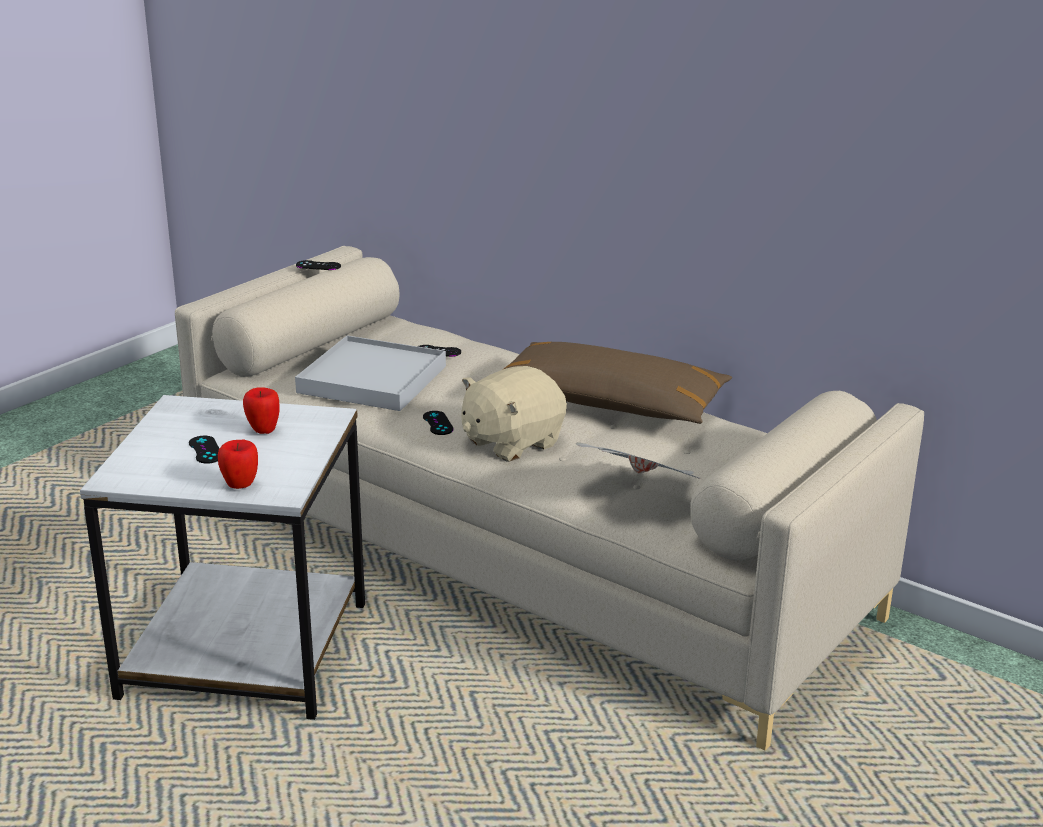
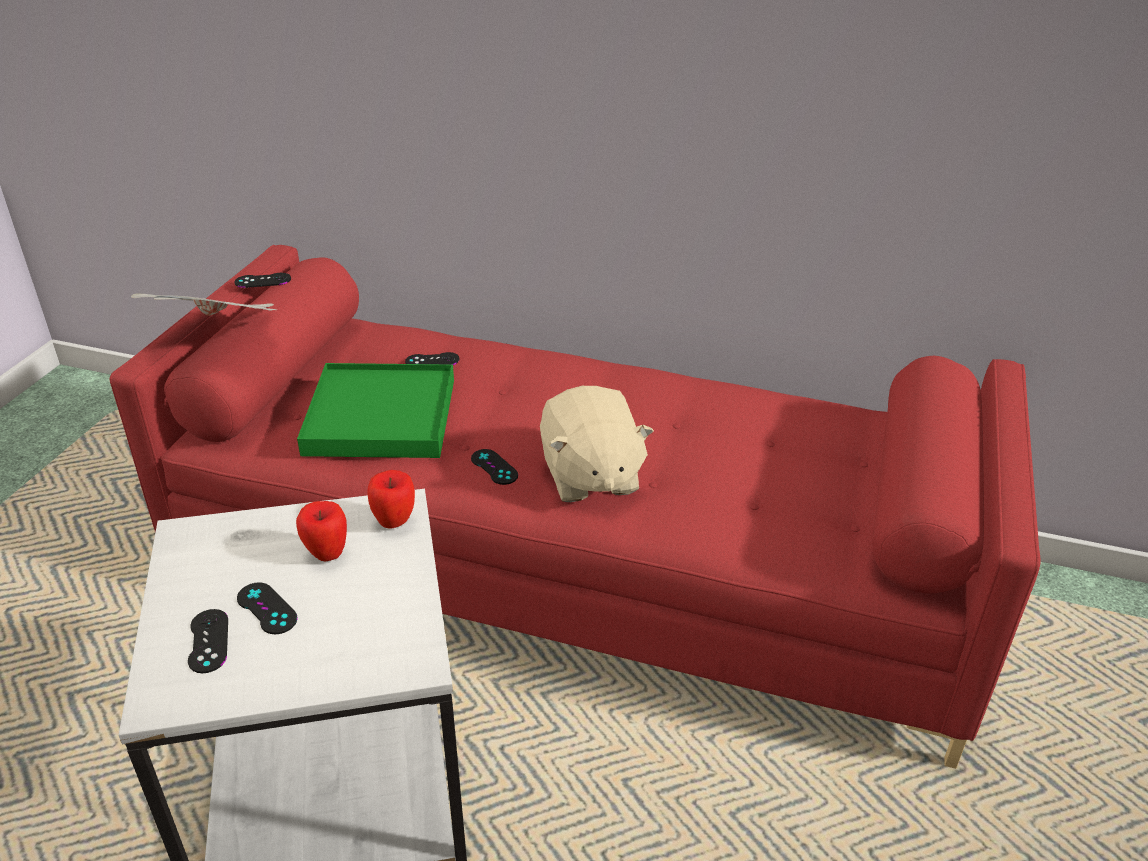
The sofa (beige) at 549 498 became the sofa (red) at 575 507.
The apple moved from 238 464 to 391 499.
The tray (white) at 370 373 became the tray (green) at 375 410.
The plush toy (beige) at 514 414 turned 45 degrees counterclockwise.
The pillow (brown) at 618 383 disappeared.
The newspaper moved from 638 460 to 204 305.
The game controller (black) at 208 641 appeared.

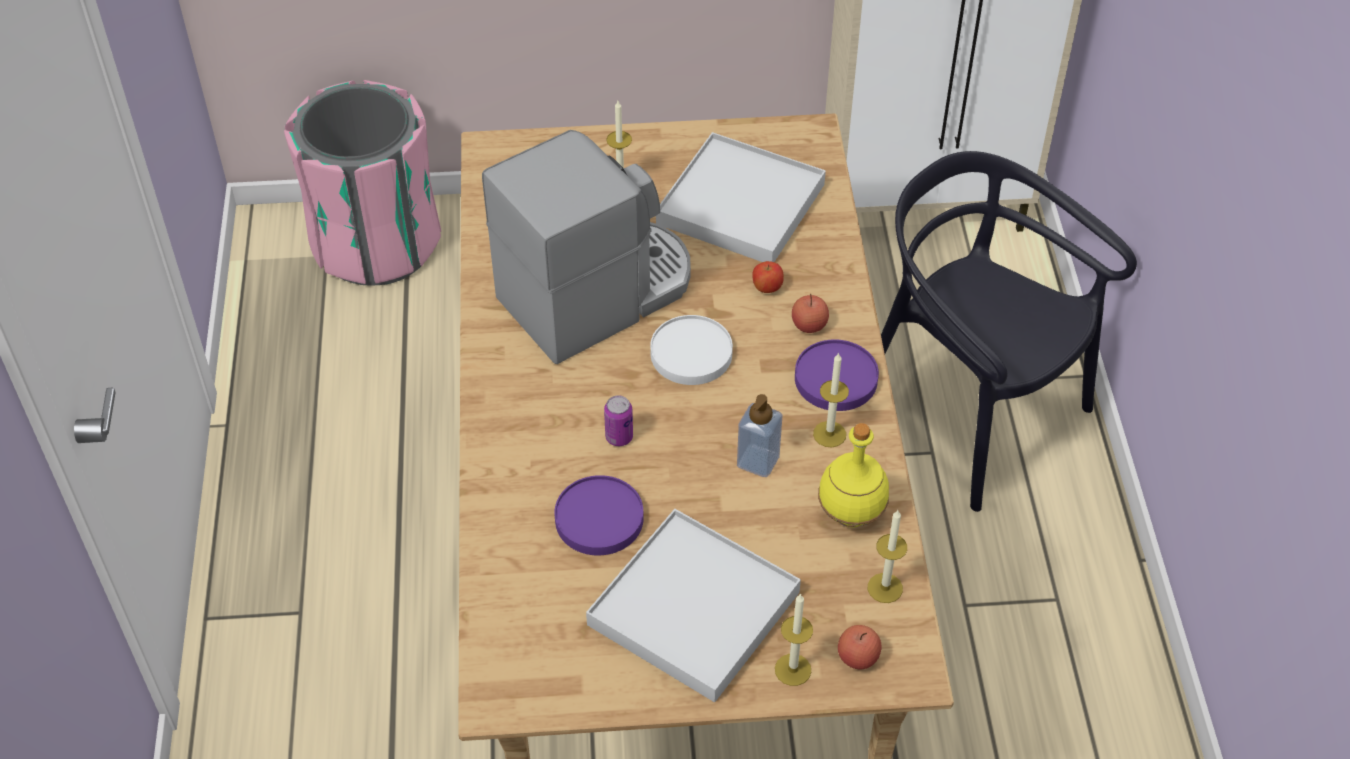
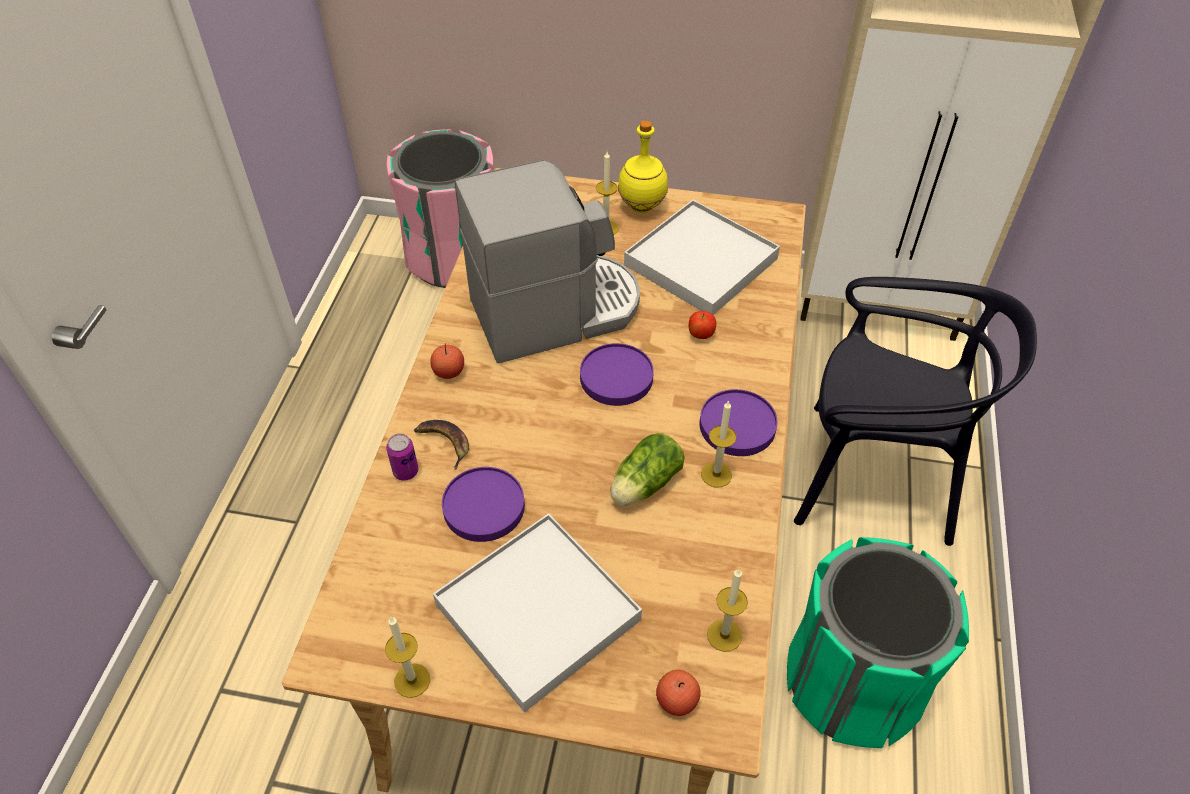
The can moved from 618 420 to 402 457.
The plate (white) at 691 350 became the plate (purple) at 617 374.
The soap dispenser at 759 435 was replaced by the lettuce at 647 469.
The candle moved from 794 639 to 407 657.
The apple moved from 810 313 to 447 361.
The bottle (yellow) moved from 853 475 to 643 166.
The chair (black) at 1009 331 turned 135 degrees clockwise.
The banana at 441 445 appeared.
The trash can (green) at 878 642 appeared.

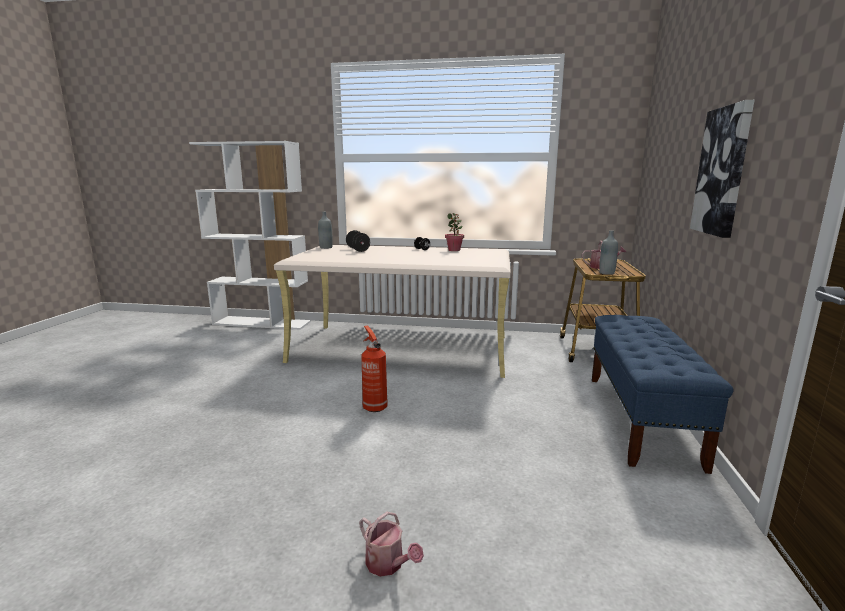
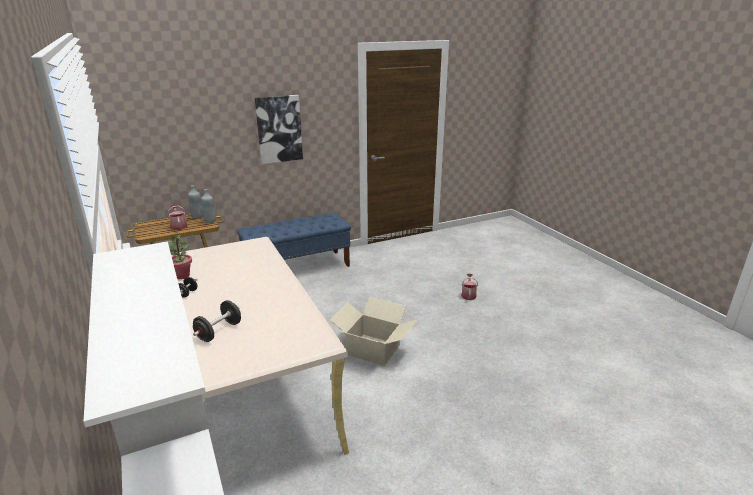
The bottle (grey) moved from 325 230 to 195 202.
The fire extinguisher at 374 368 was replaced by the cardboard box at 373 331.

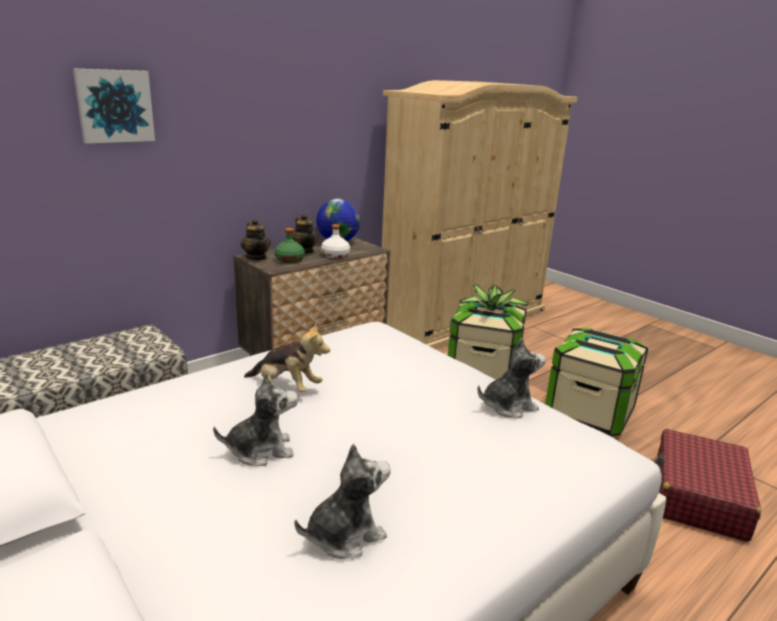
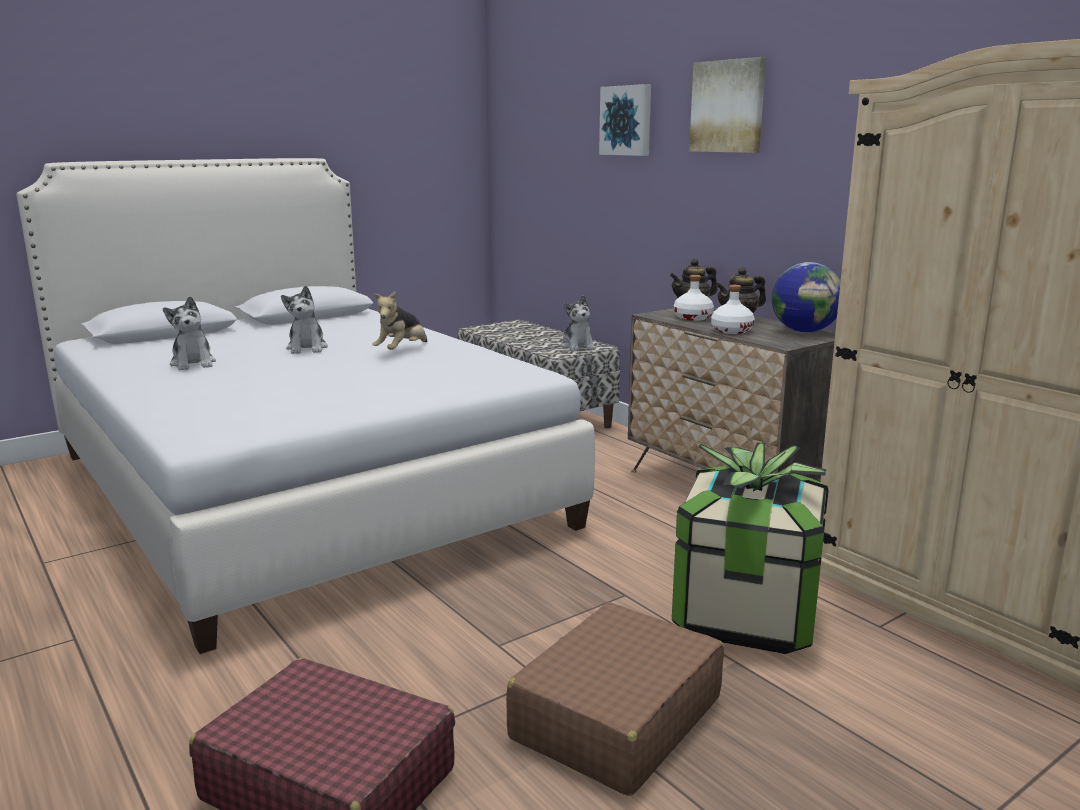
The bottle (green) at 290 245 became the bottle (white) at 694 298.
The plush toy moved from 512 378 to 578 323.
The storage box at 596 382 was replaced by the suitcase (brown) at 615 699.
The picture at 727 105 appeared.

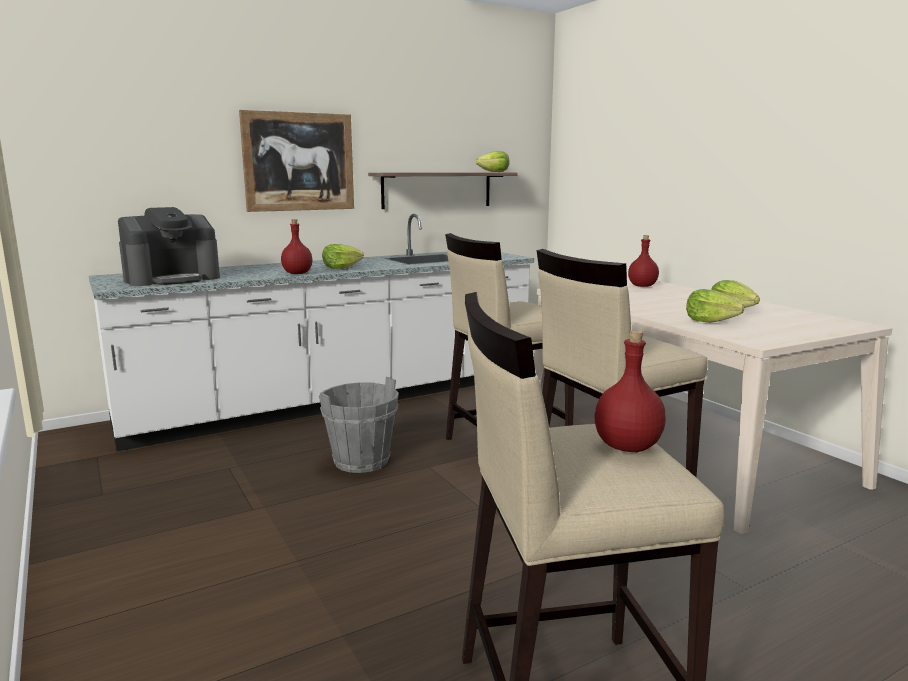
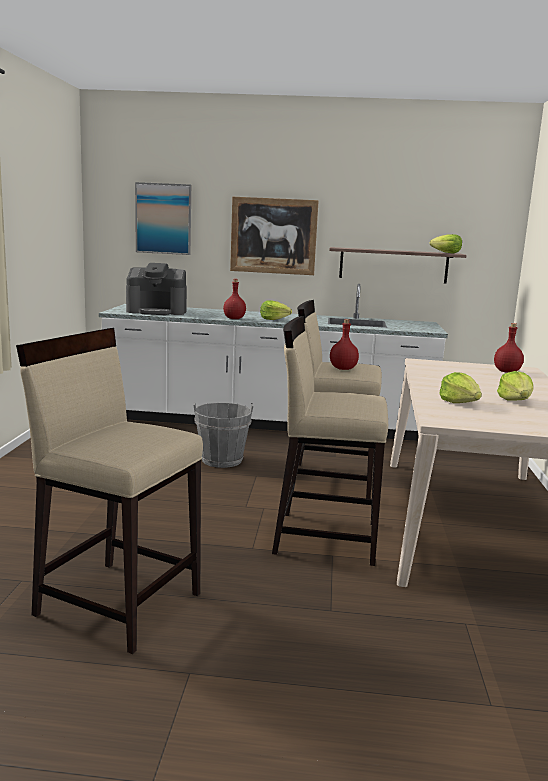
The bottle (red) moved from 630 391 to 344 344.
The picture at 163 218 appeared.

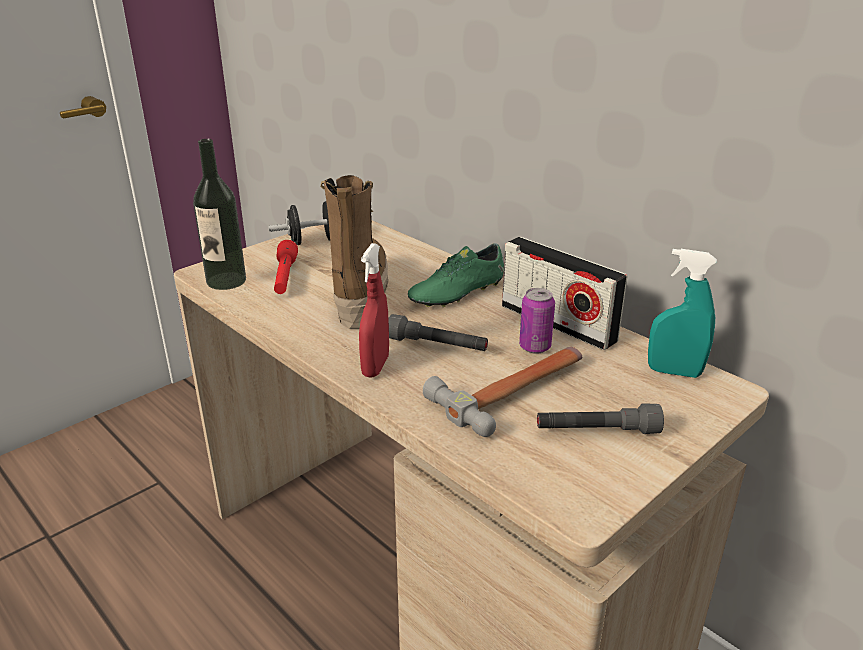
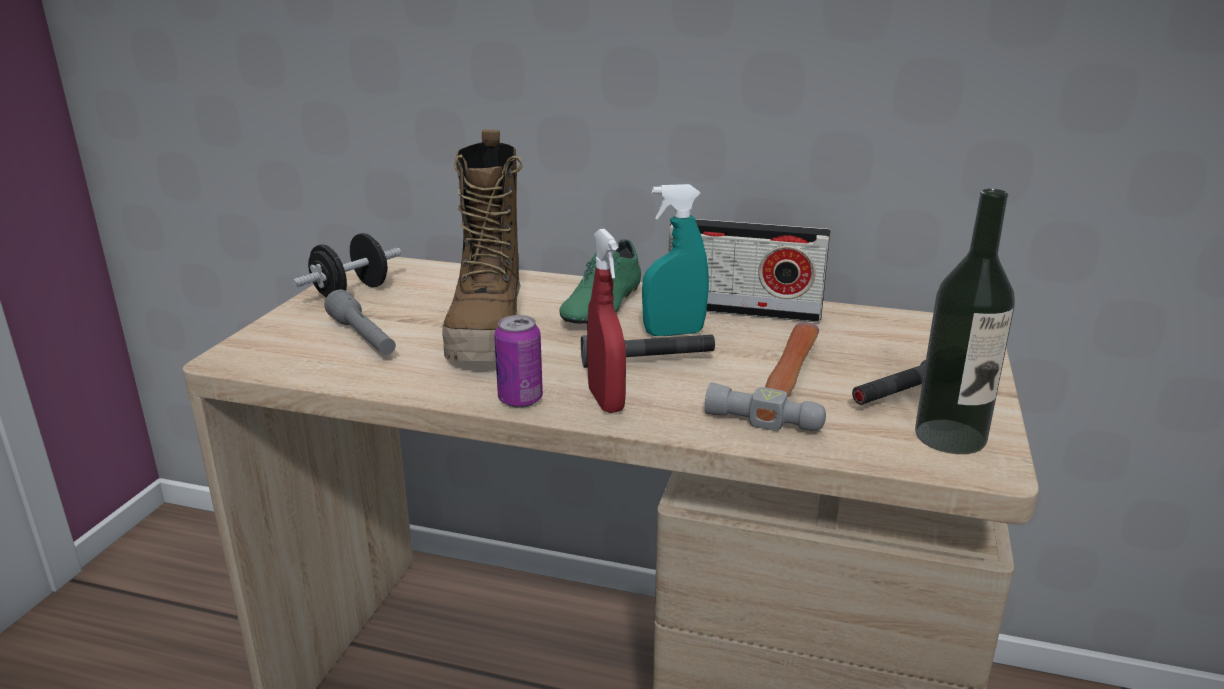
The bottle moved from 219 214 to 965 321.
The flashlight (red) at 286 267 became the flashlight (grey) at 360 322.
The boot at 354 252 turned 150 degrees counterclockwise.
The can moved from 537 321 to 518 361.
The spray bottle (turquoise) moved from 682 313 to 675 260.

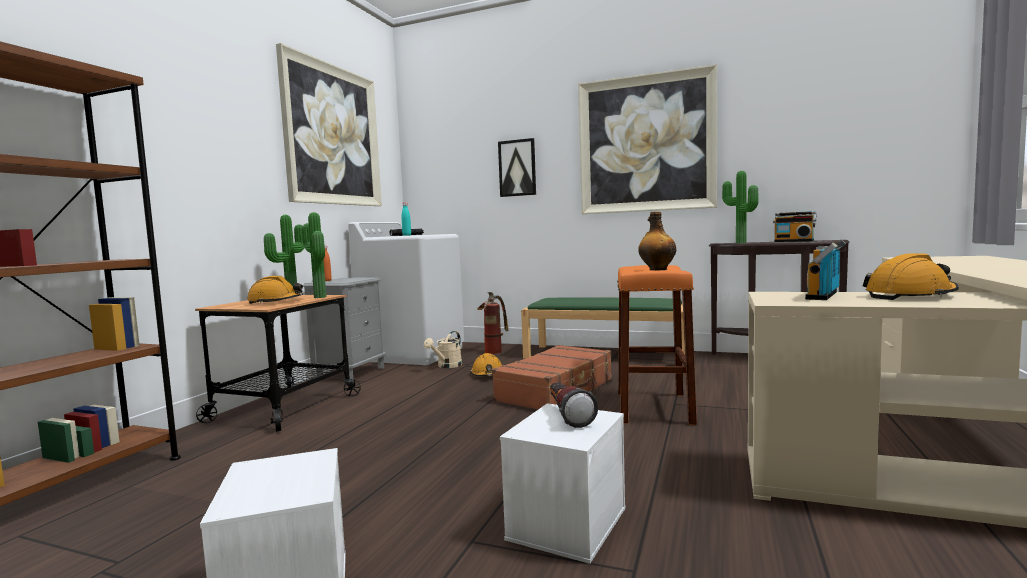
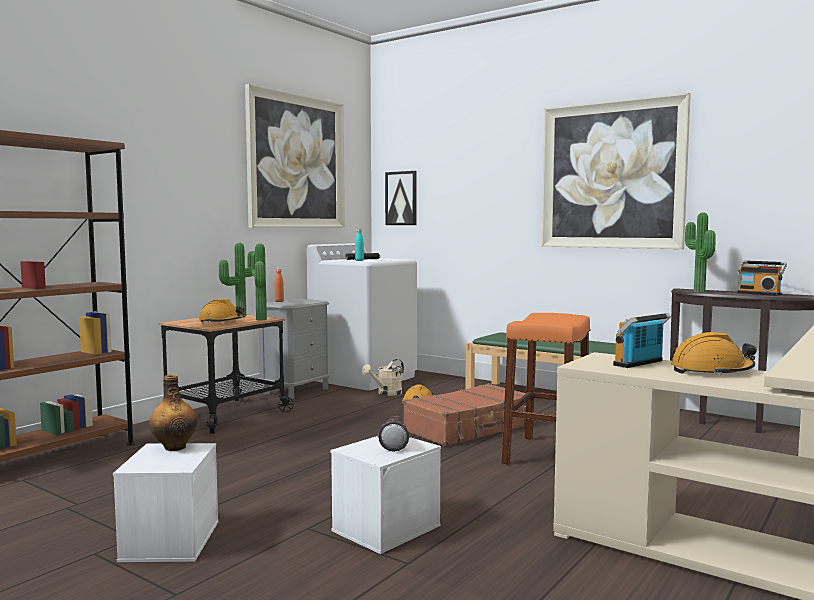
The fire extinguisher at 493 323 disappeared.
The picture moved from 517 167 to 401 198.
The bottle moved from 657 241 to 173 412.

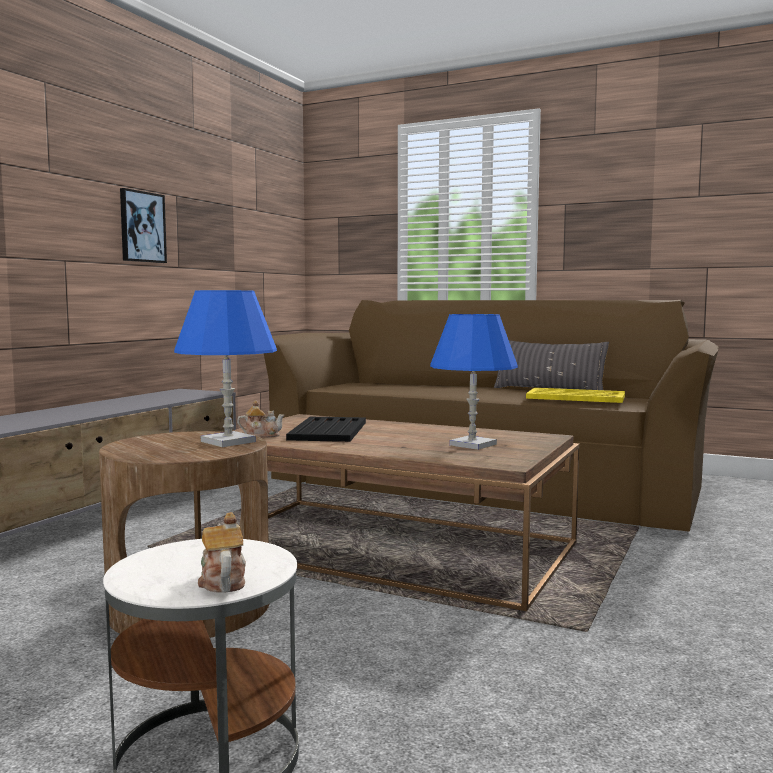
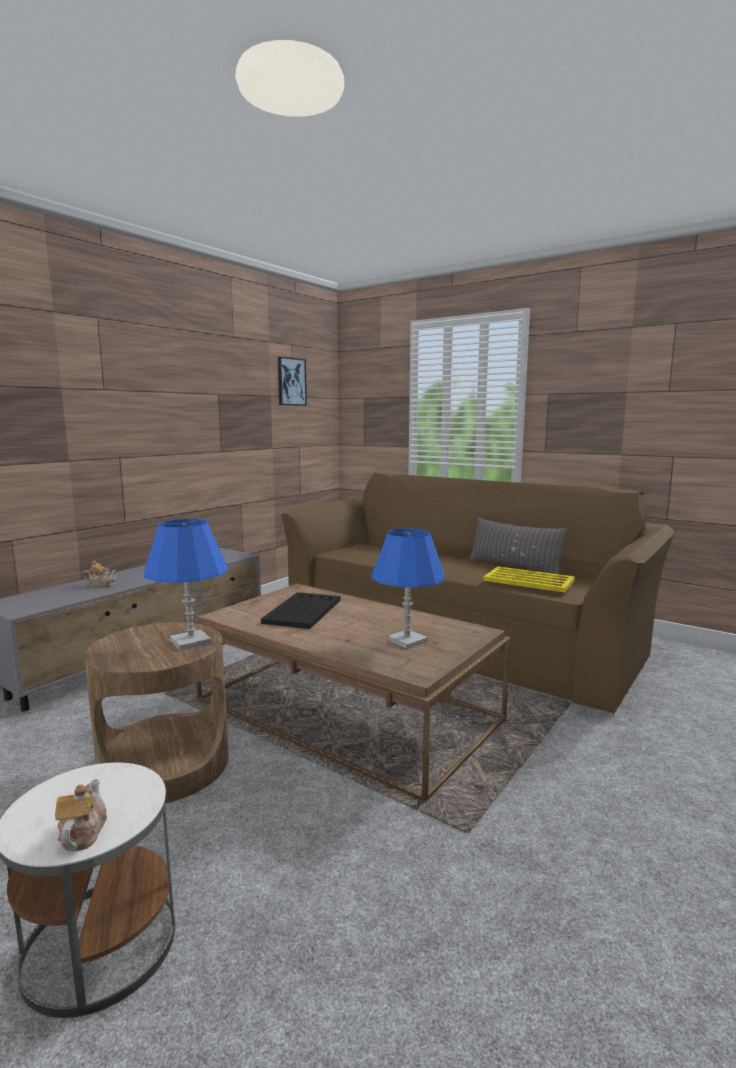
The picture moved from 143 225 to 292 381.
The teapot moved from 261 419 to 100 573.

